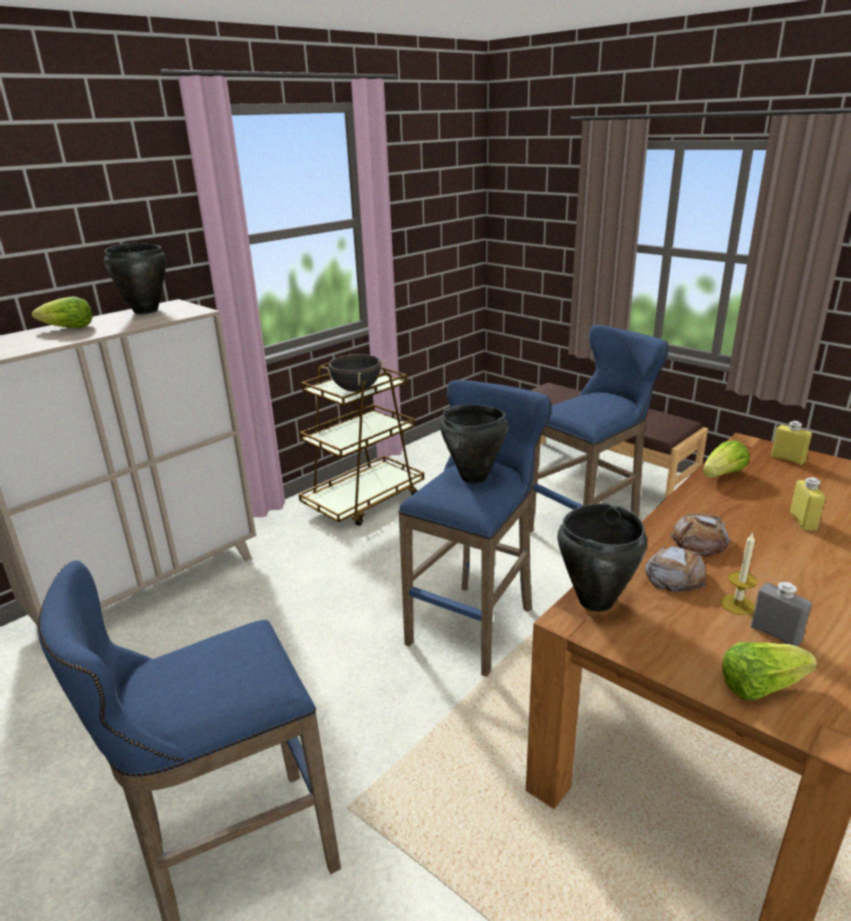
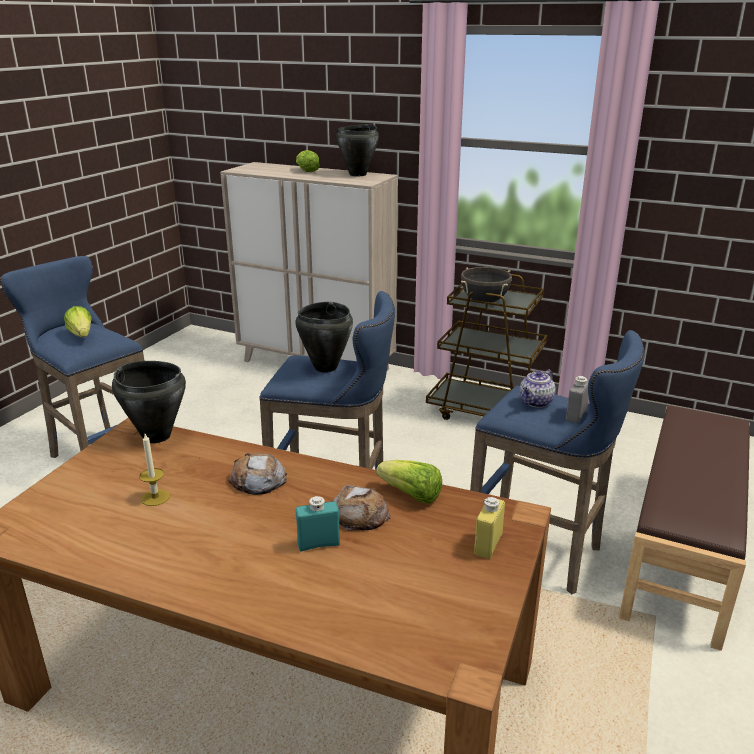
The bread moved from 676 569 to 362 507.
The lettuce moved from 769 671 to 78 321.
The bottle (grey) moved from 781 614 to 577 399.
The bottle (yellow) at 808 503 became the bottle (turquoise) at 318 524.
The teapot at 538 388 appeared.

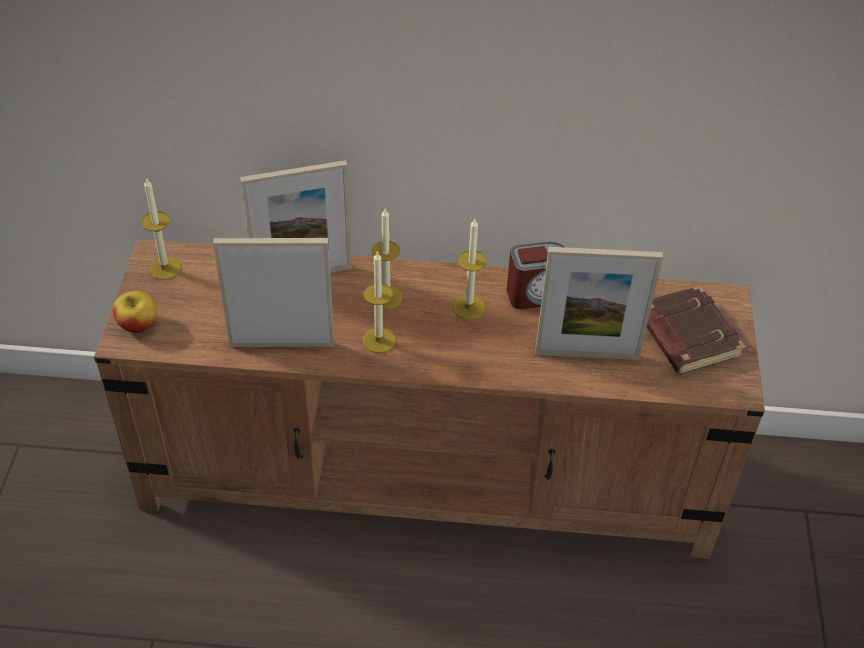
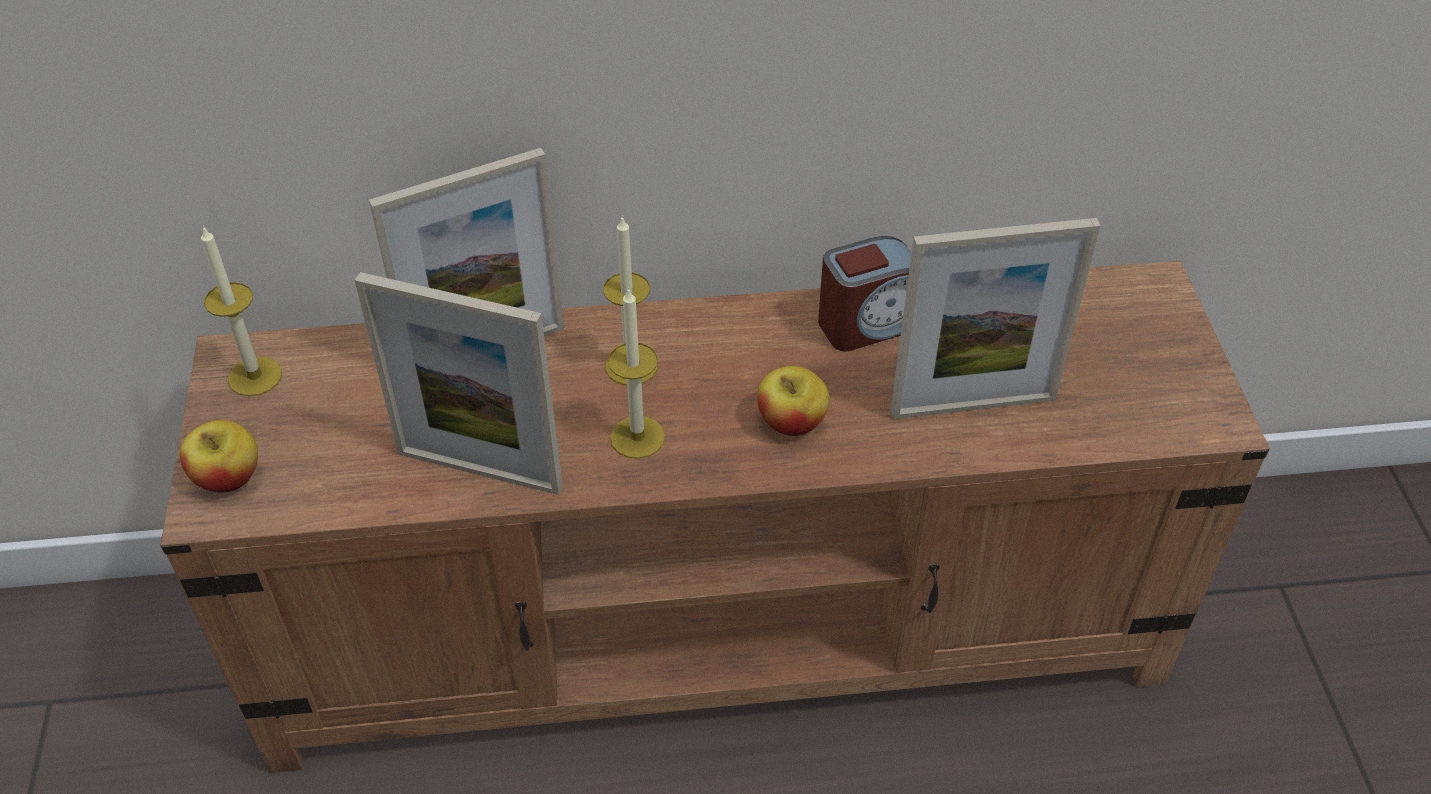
The picture frame at 273 292 turned 150 degrees counterclockwise.
The candle at 469 269 disappeared.
The book (brown) at 696 330 disappeared.
The apple at 793 401 appeared.

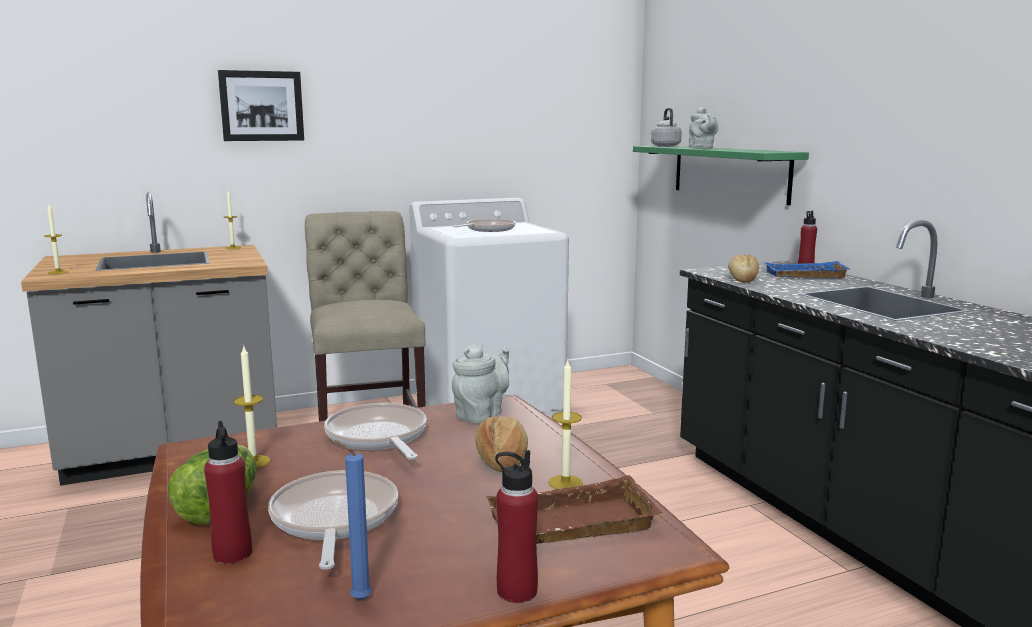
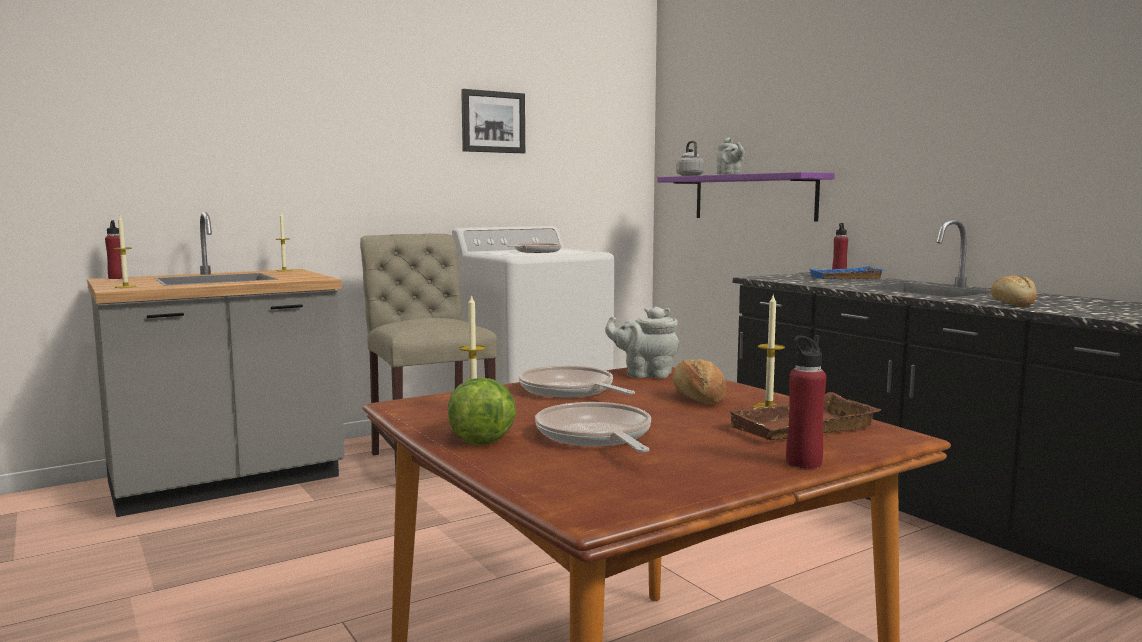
The bottle (red) moved from 228 492 to 113 249.
The picture moved from 261 105 to 493 121.
The candle (blue) at 353 520 disappeared.
The teapot (grey) at 481 383 turned 105 degrees counterclockwise.
The shelf (green) at 721 175 became the shelf (purple) at 746 197.
The bread moved from 743 268 to 1014 291.

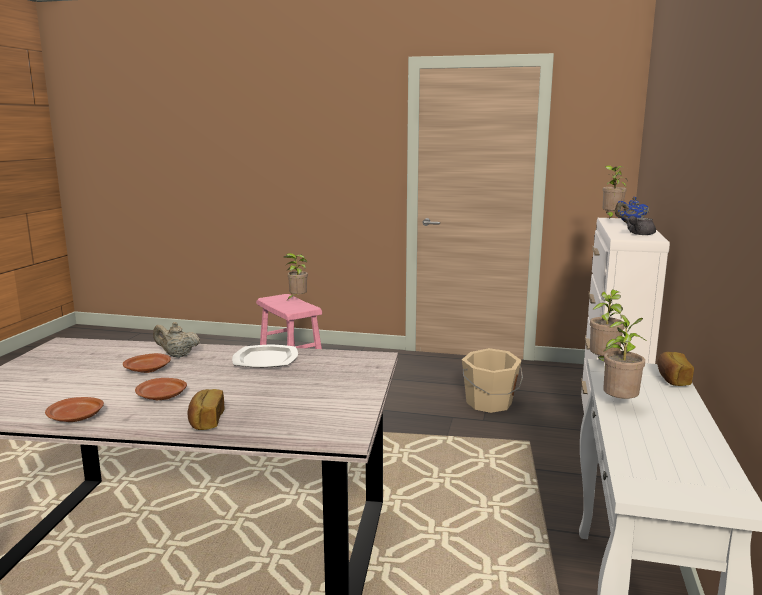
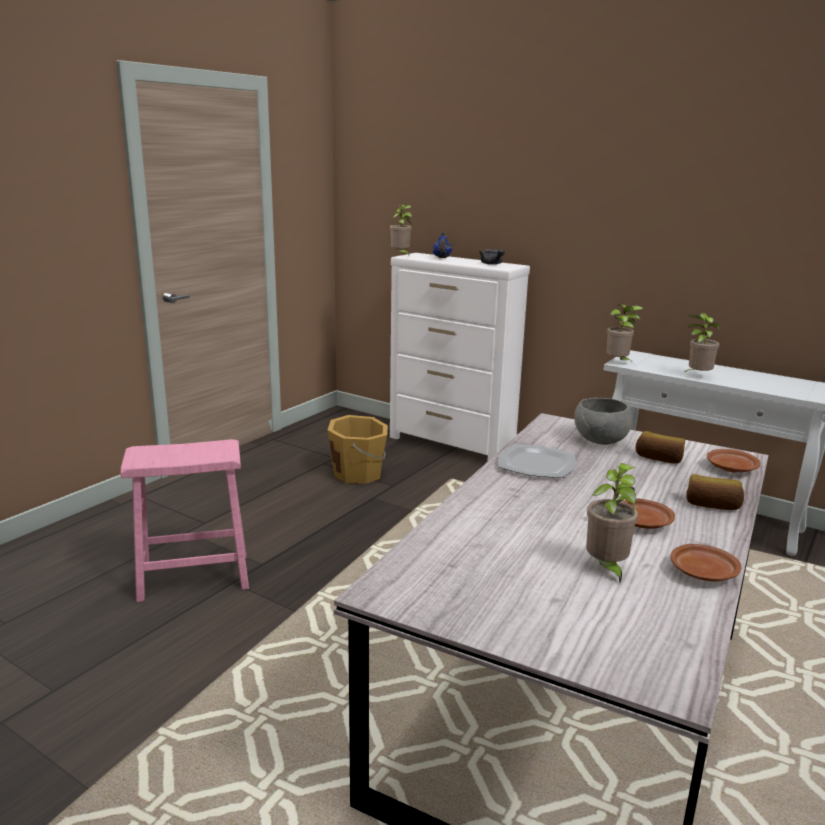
The plate (brown) moved from 147 363 to 733 460.
The teapot (beige) at 176 340 disappeared.
The potted plant moved from 296 276 to 612 522.
The bucket (beige) at 492 380 became the bucket (orange) at 357 449.
The bread moved from 675 369 to 660 447.
The bowl (grey) at 603 421 appeared.

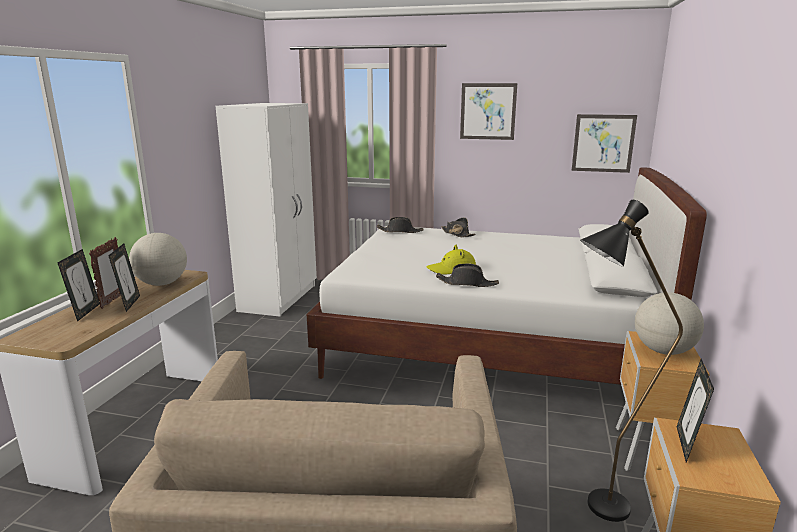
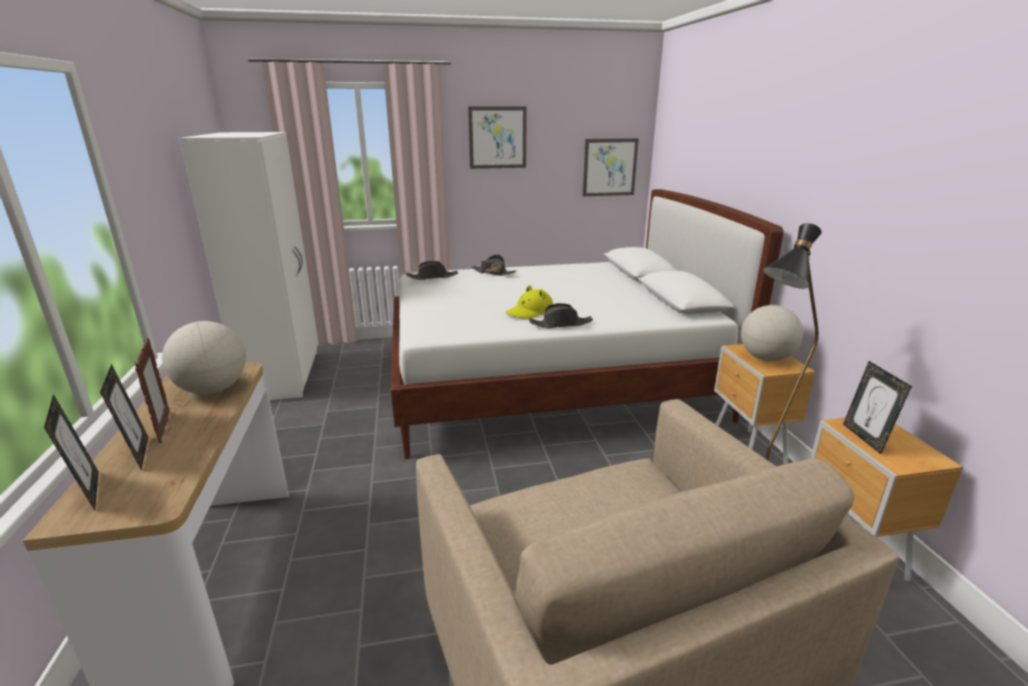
The picture frame moved from 124 277 to 71 452.

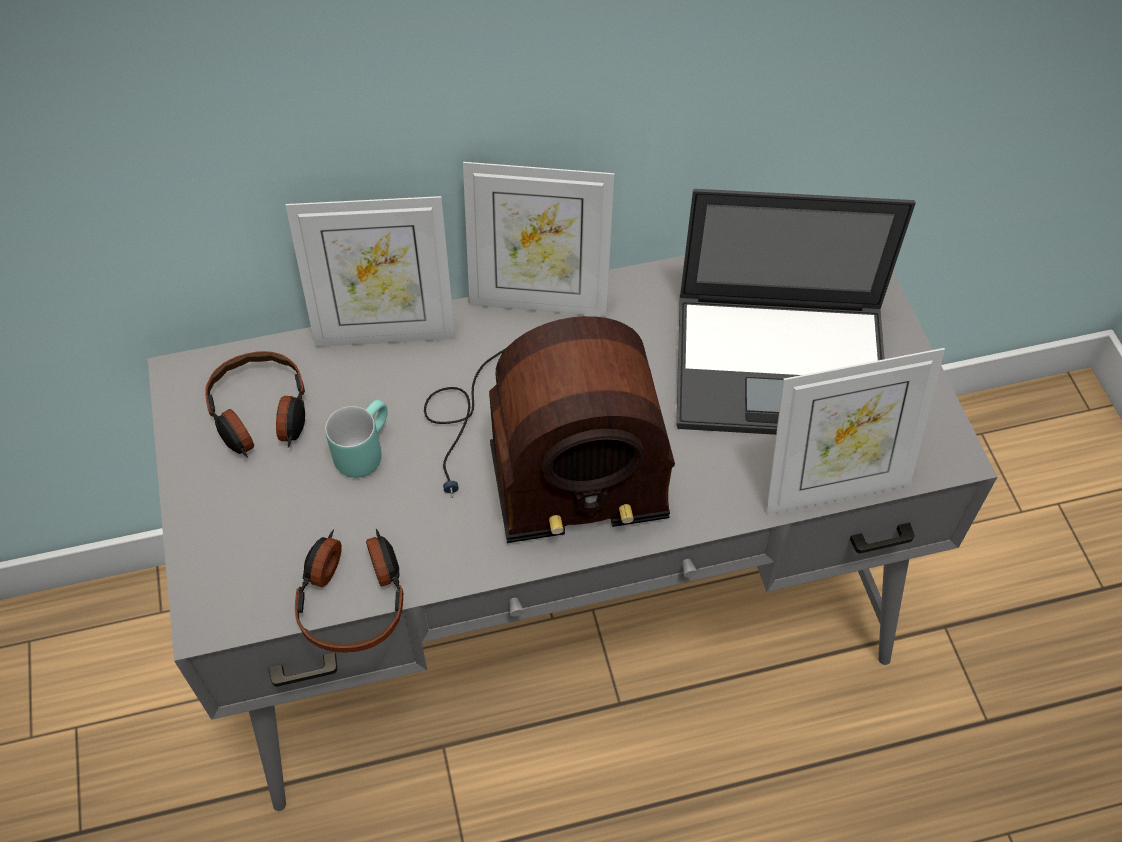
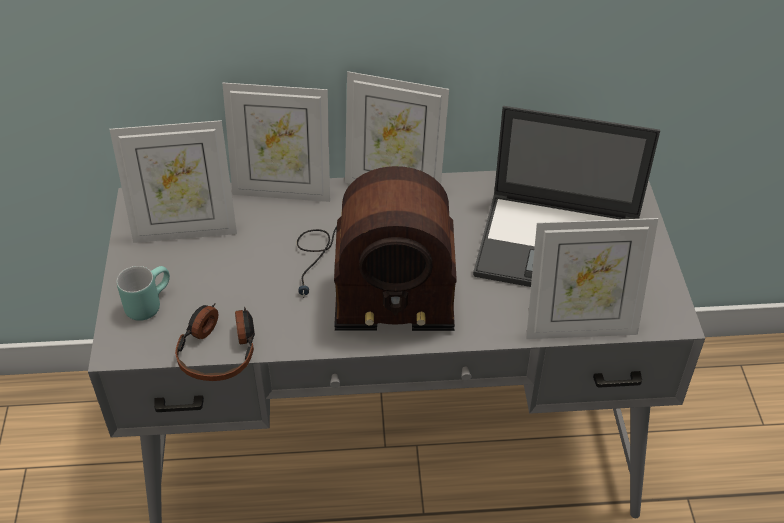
The headphones at 255 404 was replaced by the picture frame at 173 181.
The mug (turquoise) moved from 356 439 to 143 293.

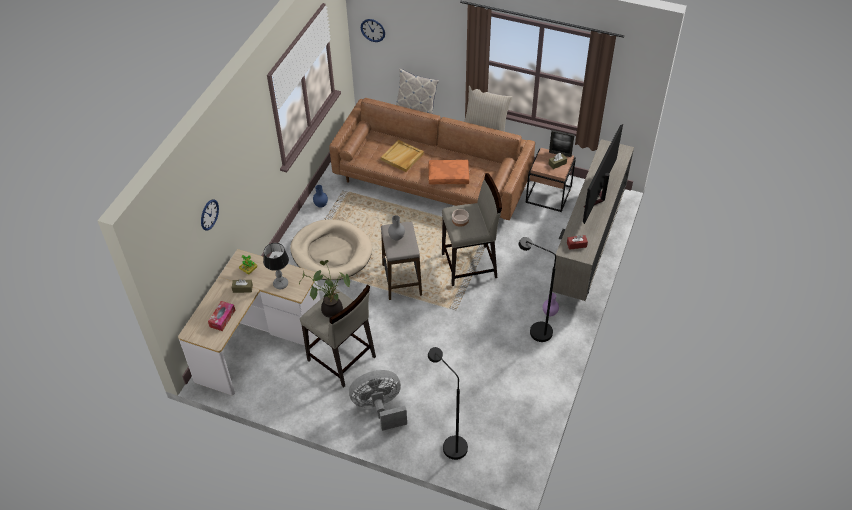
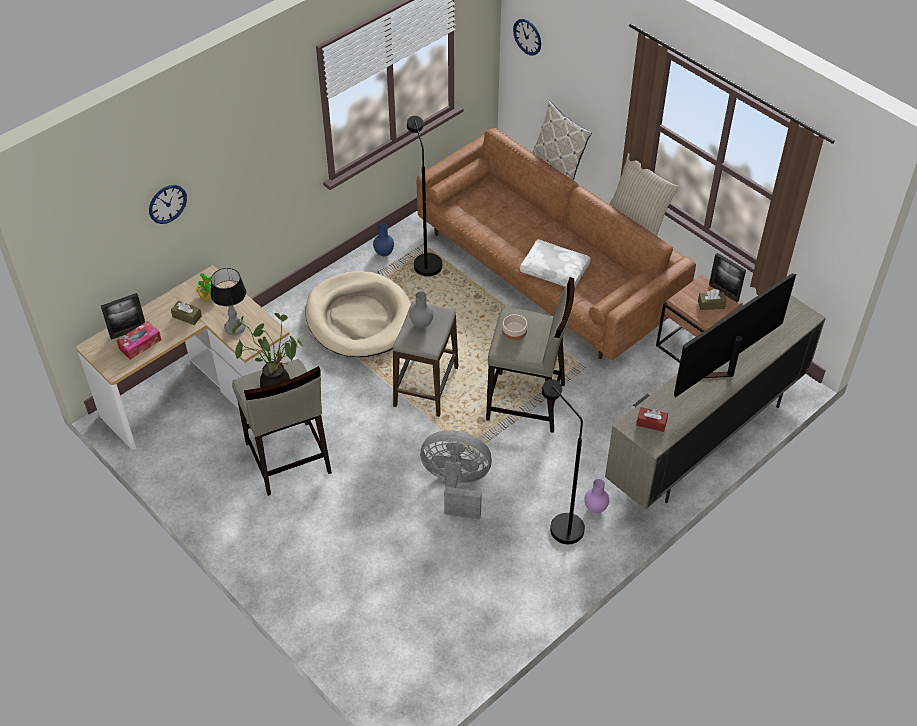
The fan (grey) moved from 378 400 to 456 474.
The tray (beige) at 402 156 disappeared.
The floor lamp (black) moved from 448 403 to 424 196.
The pillow (orange) at 449 172 became the pillow (white) at 555 264.
The picture frame at 123 316 appeared.

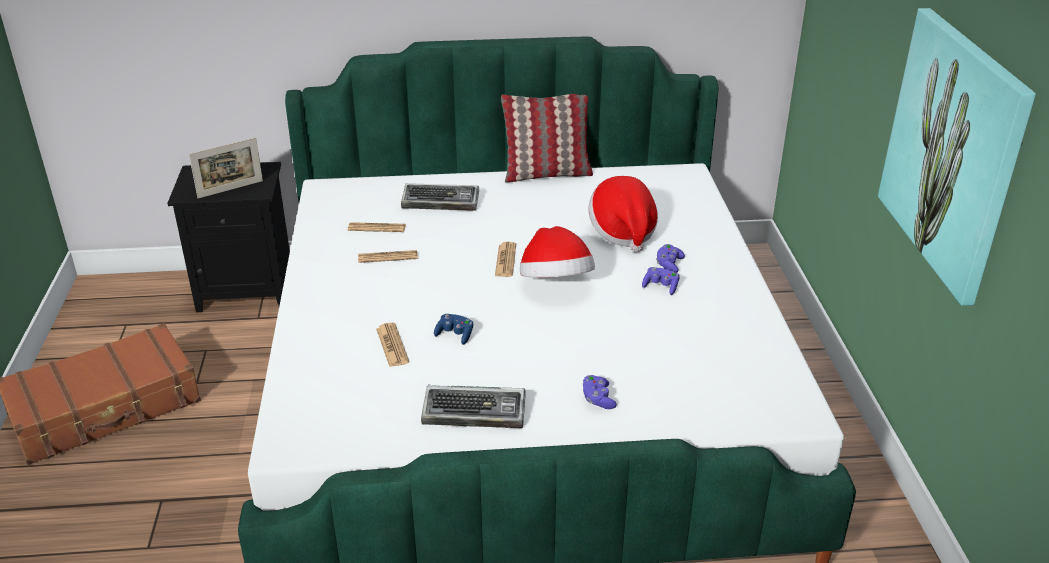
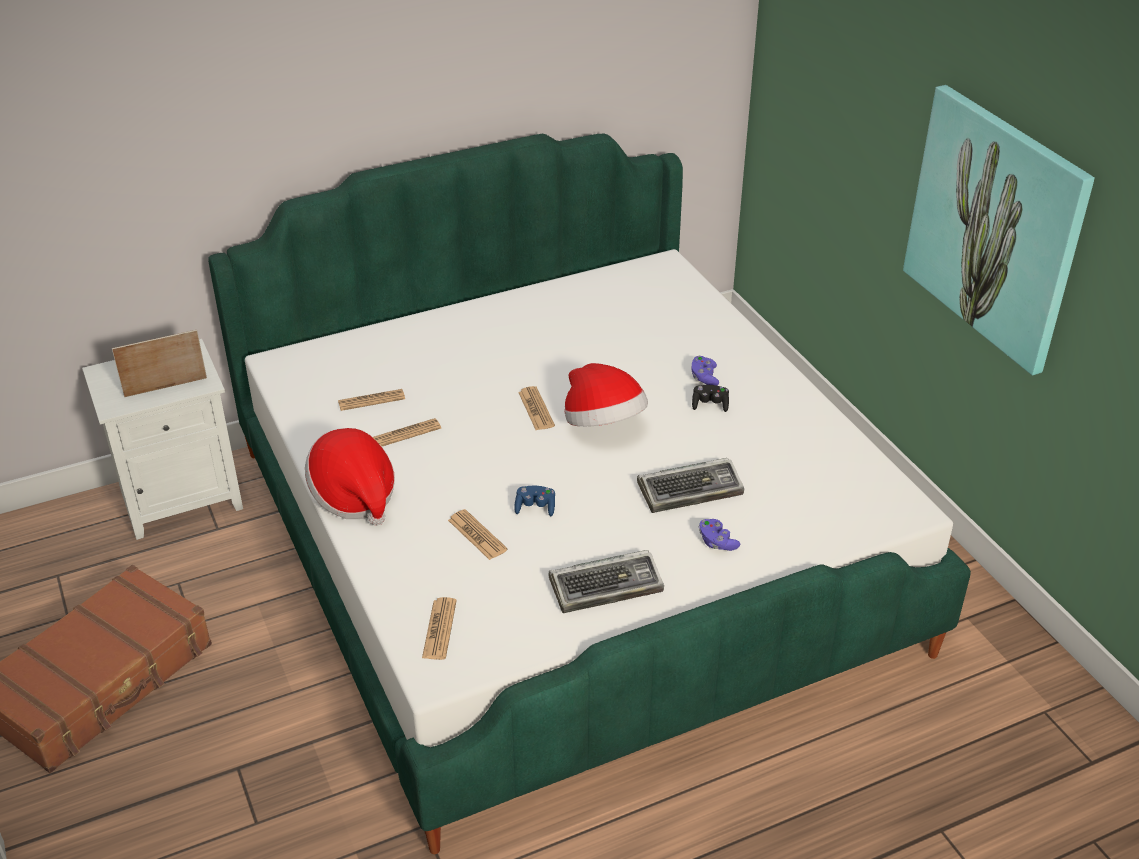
The nightstand (black) at 228 237 became the nightstand (white) at 162 439.
The picture frame at 226 167 turned 150 degrees counterclockwise.
The keyboard moved from 440 197 to 690 485.
The pillow at 547 138 disappeared.
The hat moved from 623 214 to 350 477.
The game controller (purple) at 661 281 became the game controller (black) at 710 398.
The newspaper at 439 628 appeared.

